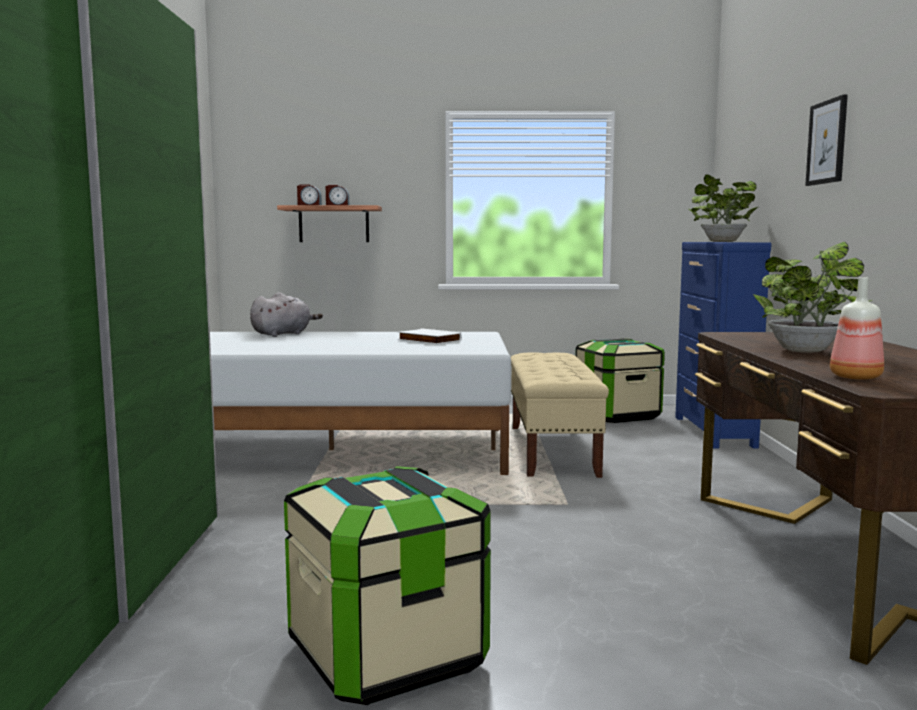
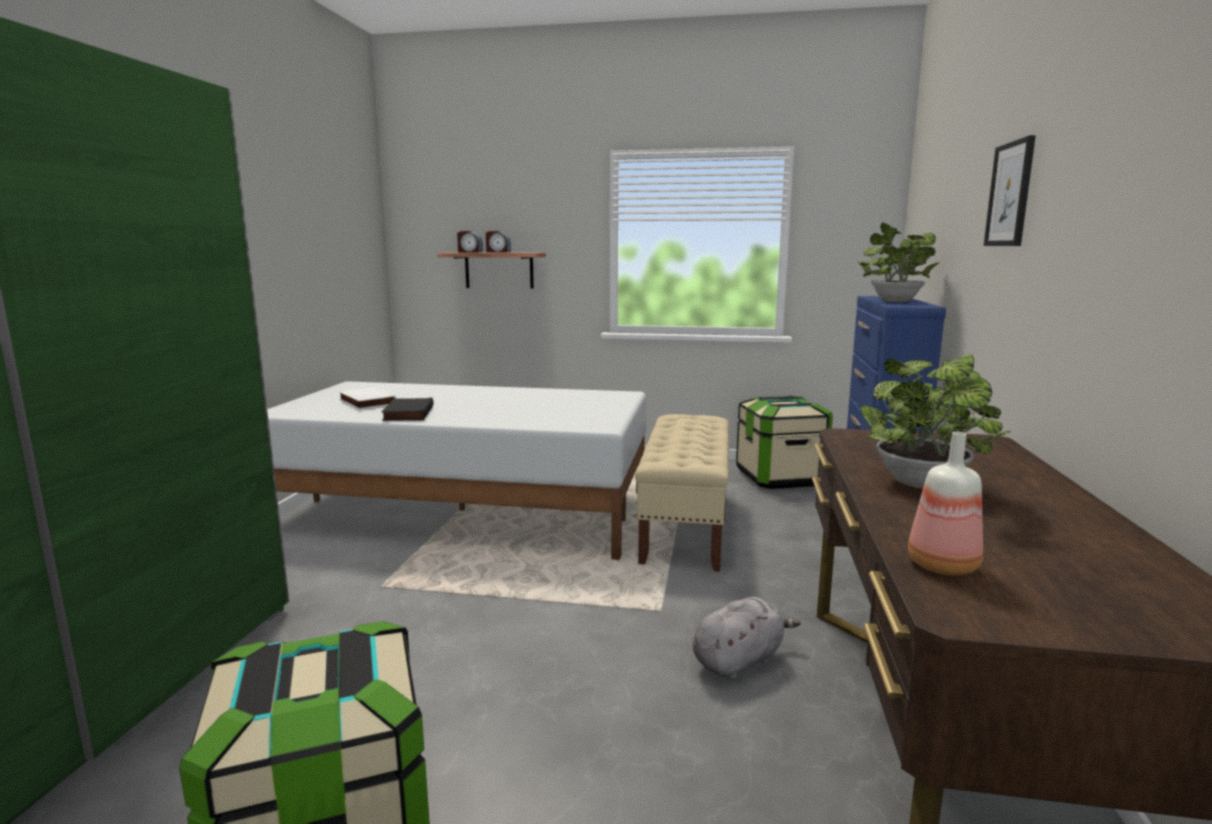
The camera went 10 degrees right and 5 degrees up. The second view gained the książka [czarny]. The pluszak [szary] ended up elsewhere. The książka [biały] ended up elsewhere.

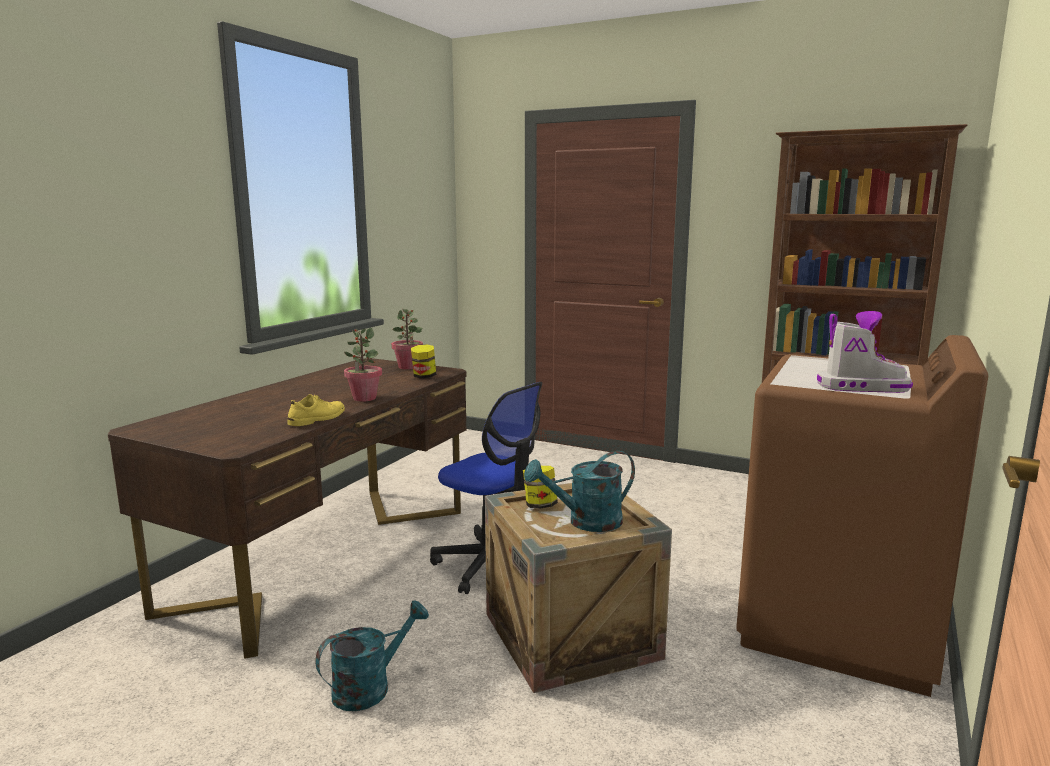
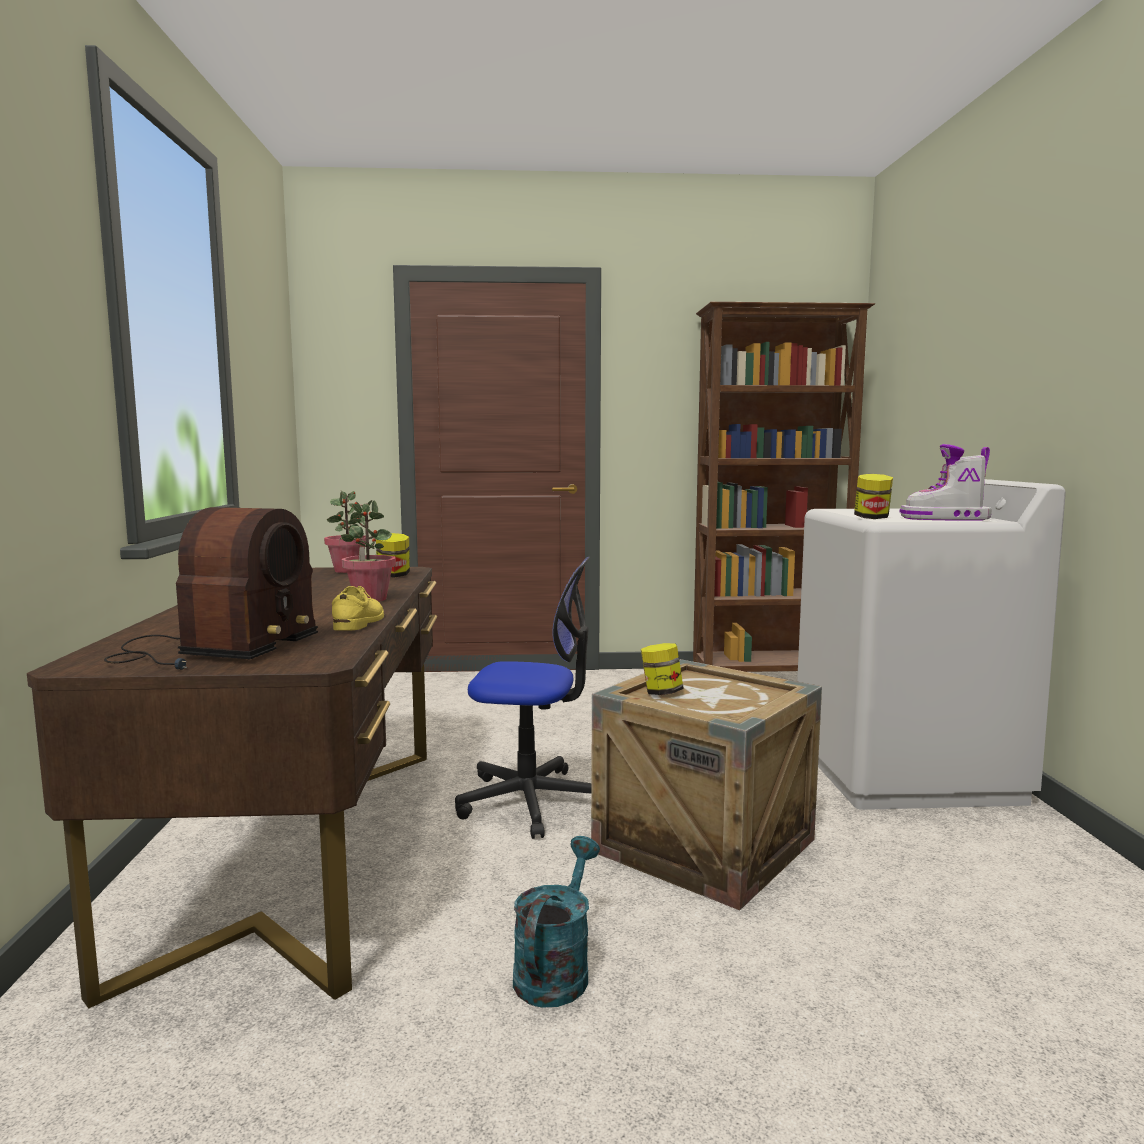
The camera went 30 degrees left and 5 degrees down. The second view lost the konewka [turkusowy] (2nd from left). The second view gained the radio. The second view gained the słoik (3rd from left). What was the pralka [brązowy] turned into the pralka [biały]. The but z cholewką ended up facing another way, 150 degrees counterclockwise from before.

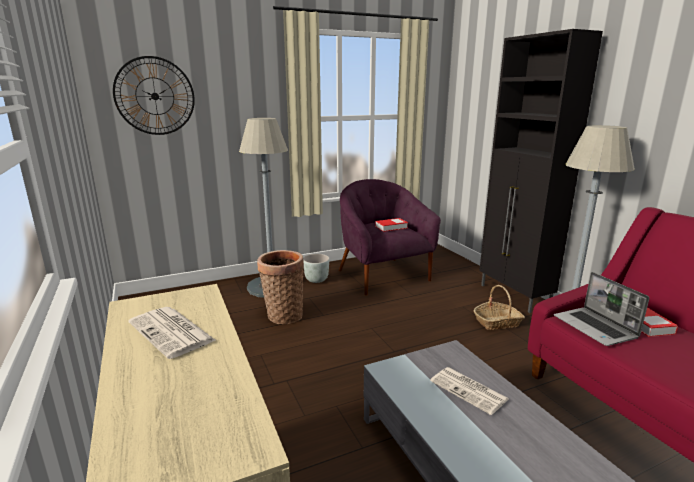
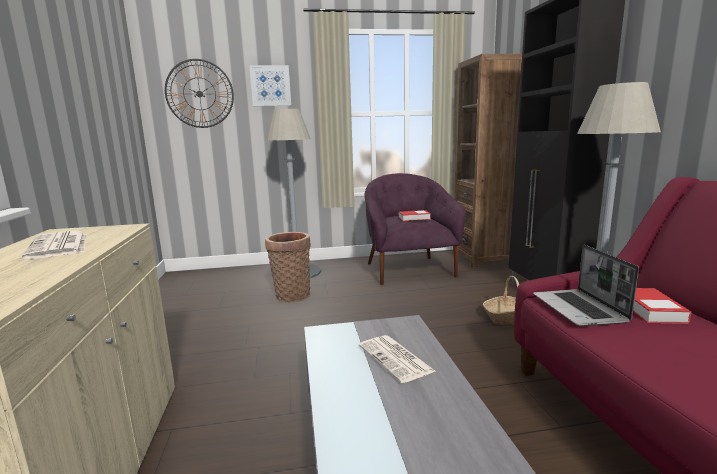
The camera went 15 degrees right and 5 degrees down. The second view lost the donica [szary]. The second view gained the obraz. The second view gained the regał [brązowy].

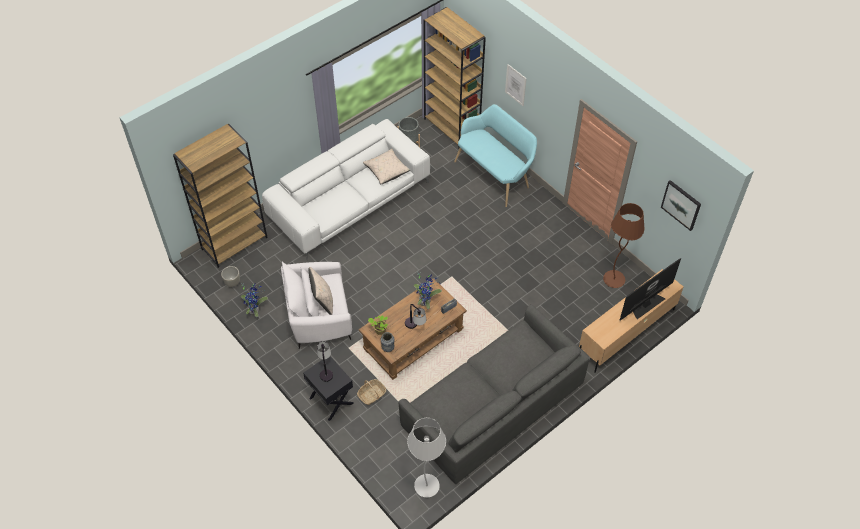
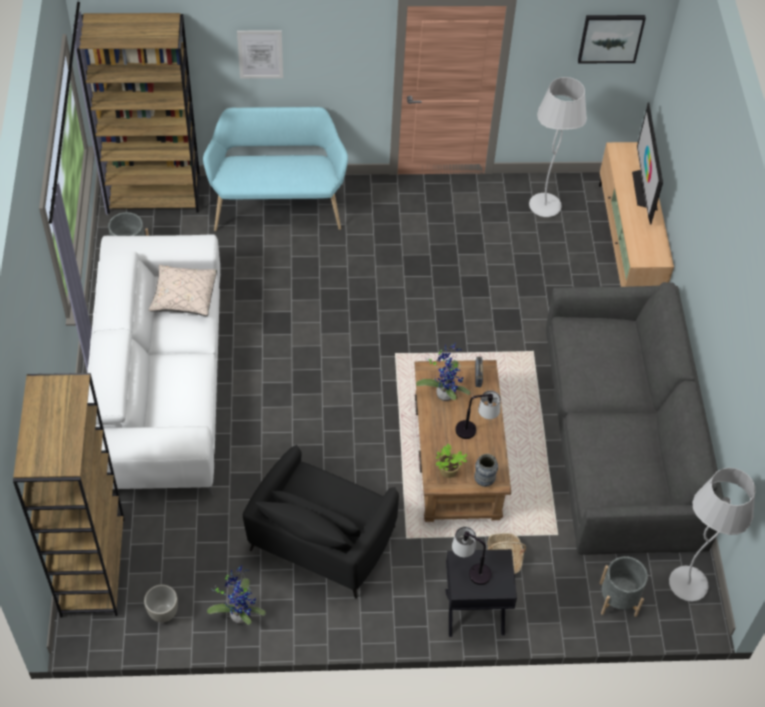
The camera went 55 degrees left and 0 degrees up. The second view lost the poduszka [beżowy] (1st from left). The second view gained the donica [szary] (3rd from left). What was the fotel [biały] turned into the fotel [czarny]. What was the lampa stojąca [brązowy] turned into the lampa stojąca [biały] (1st from left).

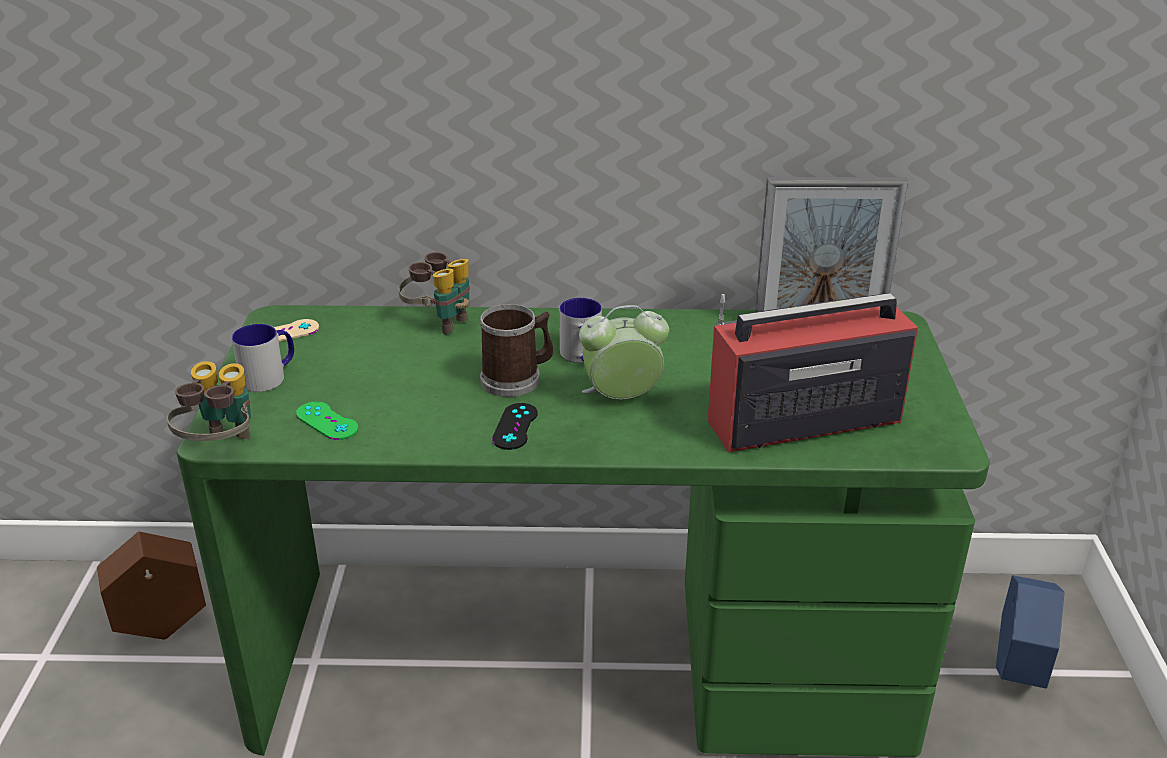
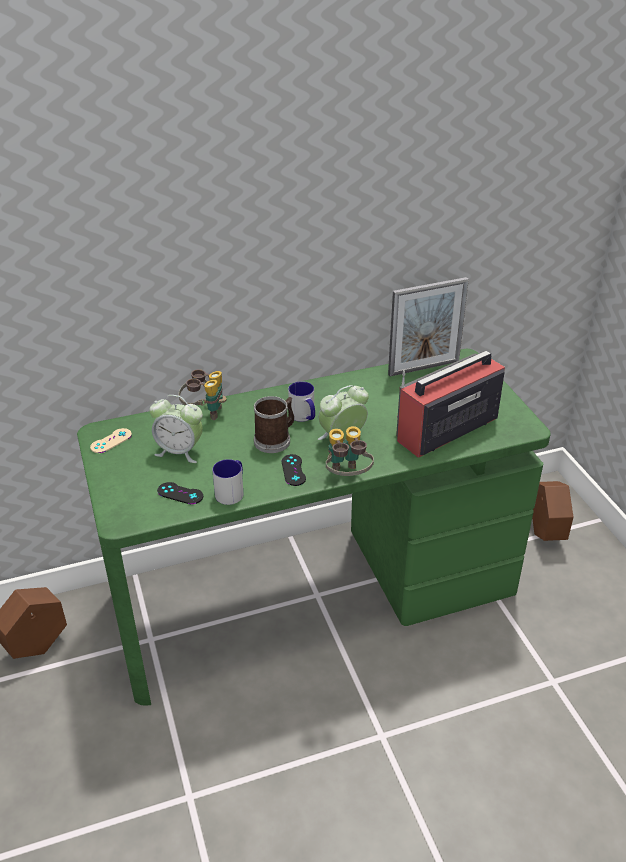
The camera went 20 degrees left and 5 degrees up. The second view gained the budzik (1st from left). The lornetka (1st from left in the first image) ended up elsewhere. The kubek (1st from left) ended up elsewhere. What was the pad do gier [zielony] turned into the pad do gier [czarny] (1st from left). What was the donica [niebieski] turned into the donica [brązowy] (2nd from left).

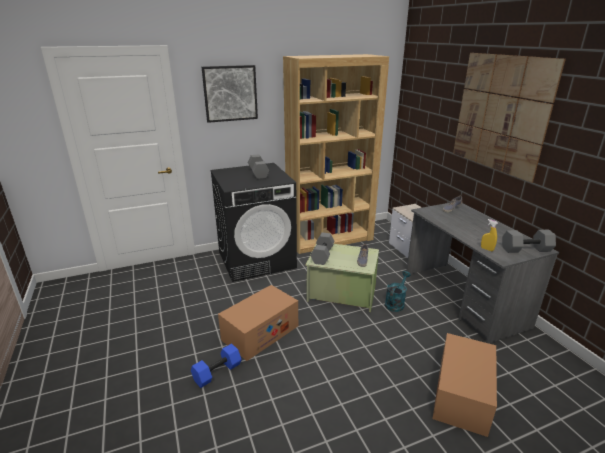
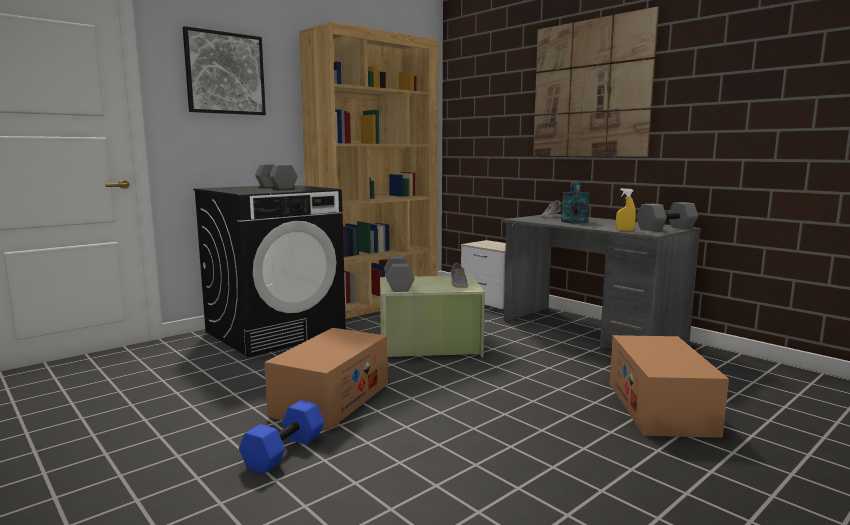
The camera went 20 degrees left and 15 degrees down. The konewka [turkusowy] ended up elsewhere.

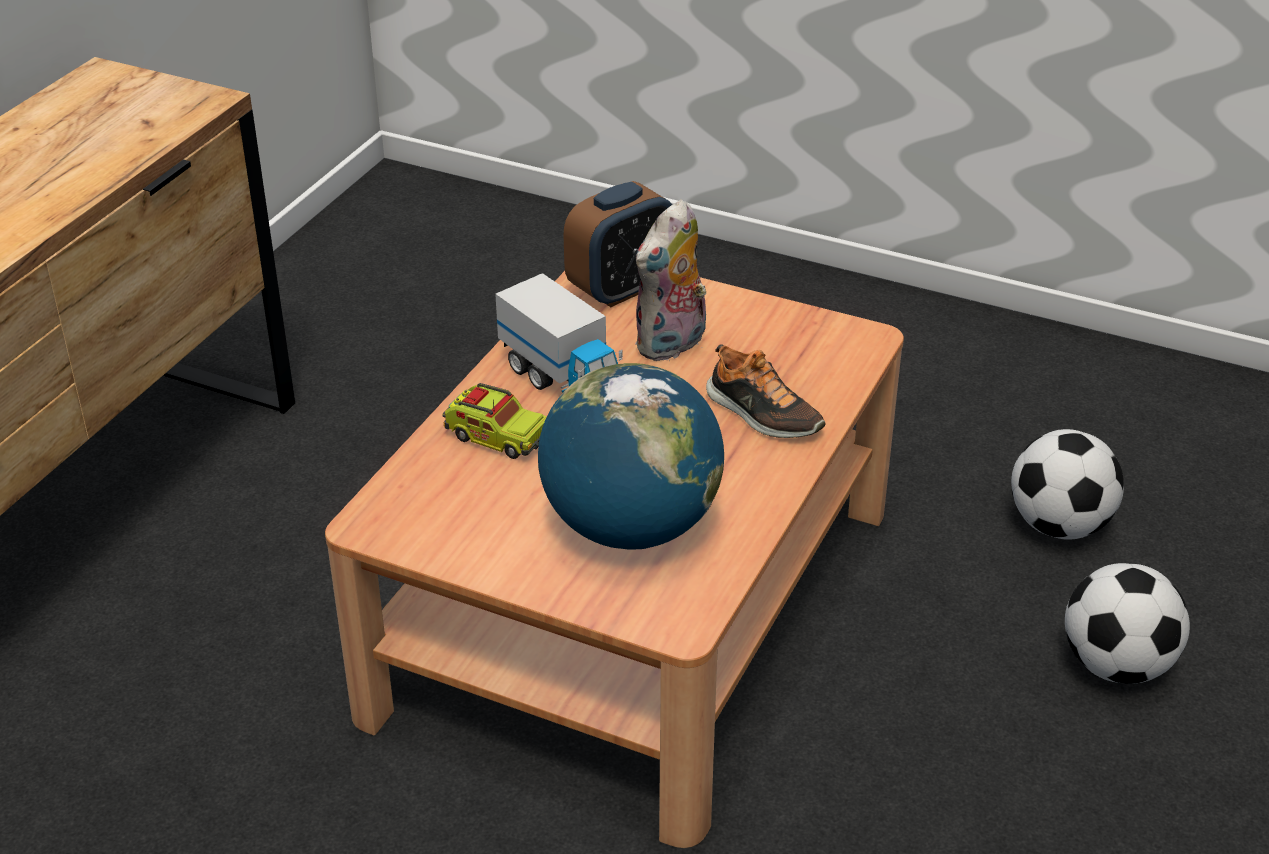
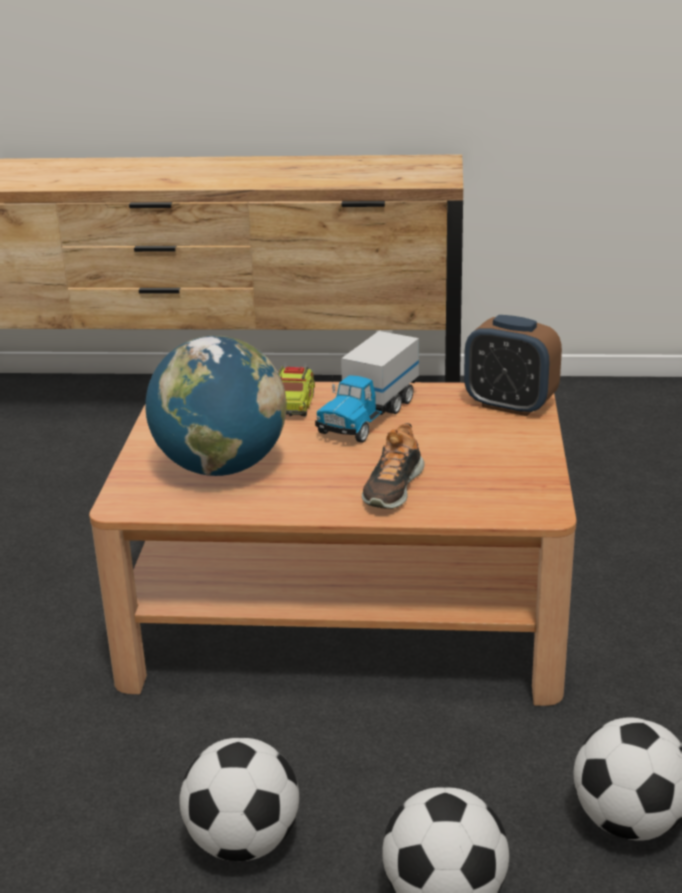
The camera went 70 degrees right and 10 degrees down. The second view lost the pluszak. The second view gained the piłka futbolowa (1st from left).

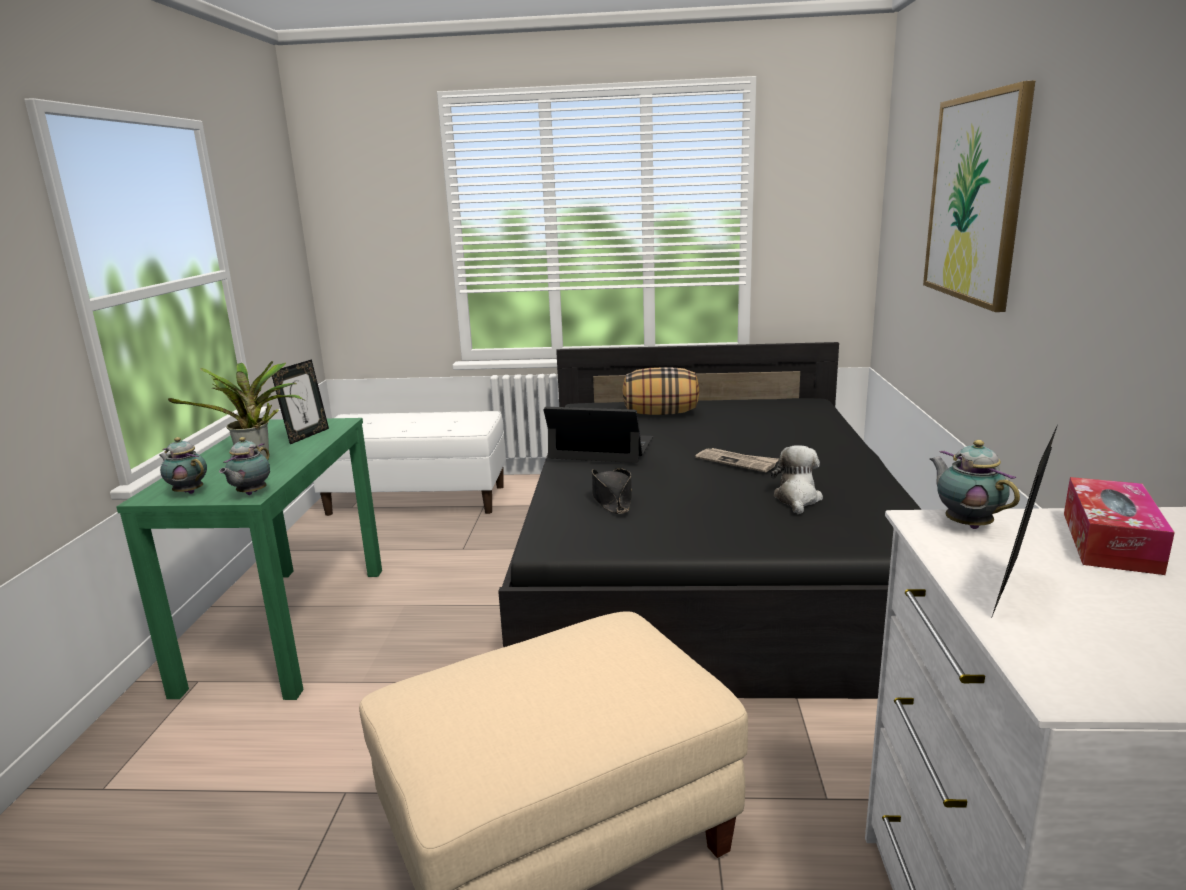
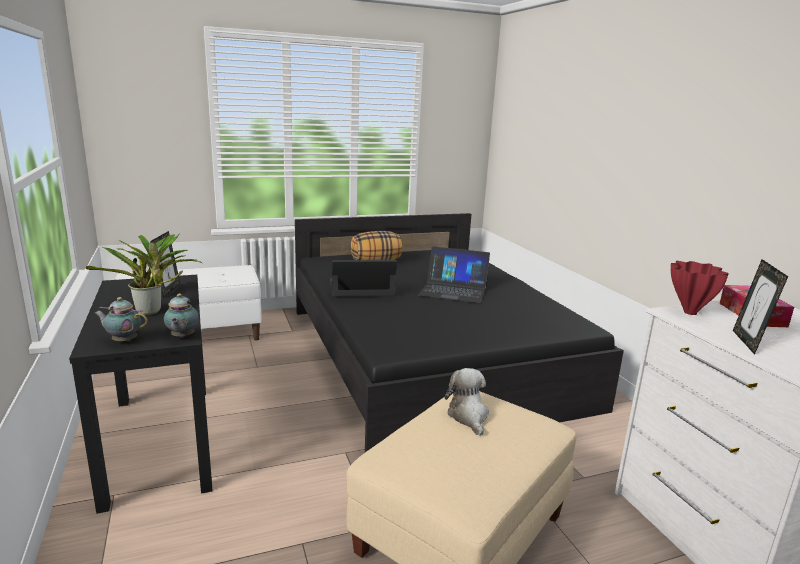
The camera went 25 degrees left and 0 degrees up. The second view lost the kapelusz [czarny]. The second view lost the obraz. The pluszak ended up elsewhere. Where the gazeta stood, the laptop (2nd from left) came to stand. Where the imbryk (3rd from left) stood, the wazon [czerwony] came to stand. What was the stolik konsolowy [zielony] turned into the stolik konsolowy [czarny].

